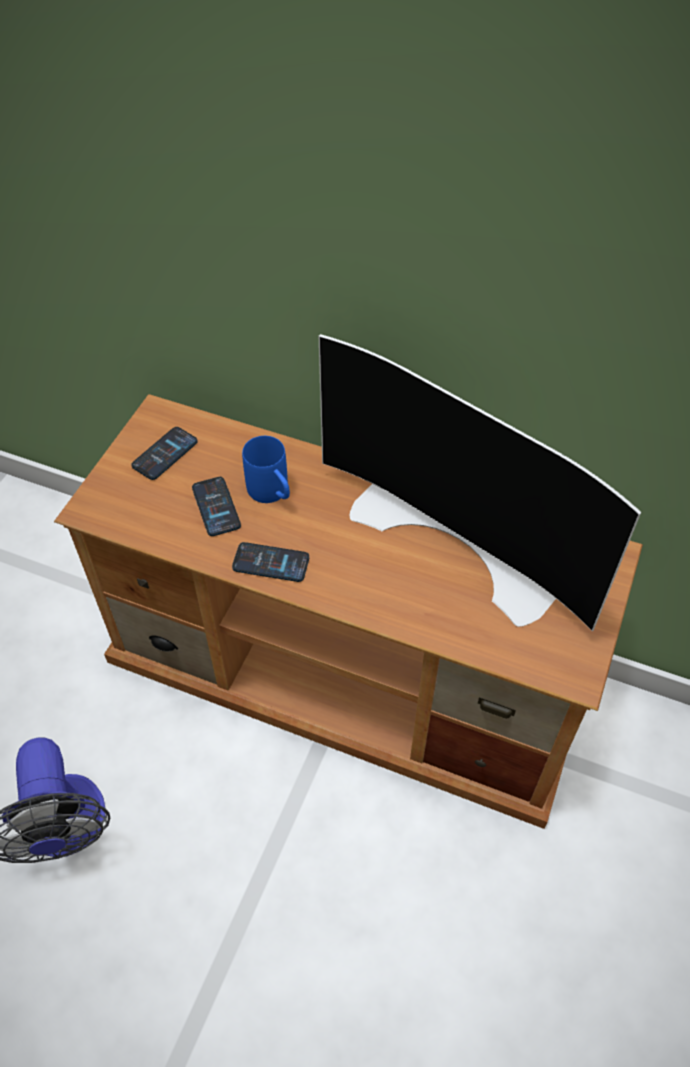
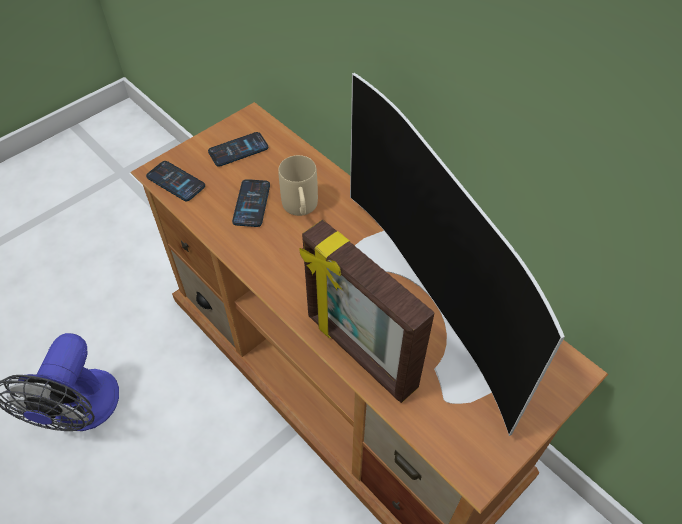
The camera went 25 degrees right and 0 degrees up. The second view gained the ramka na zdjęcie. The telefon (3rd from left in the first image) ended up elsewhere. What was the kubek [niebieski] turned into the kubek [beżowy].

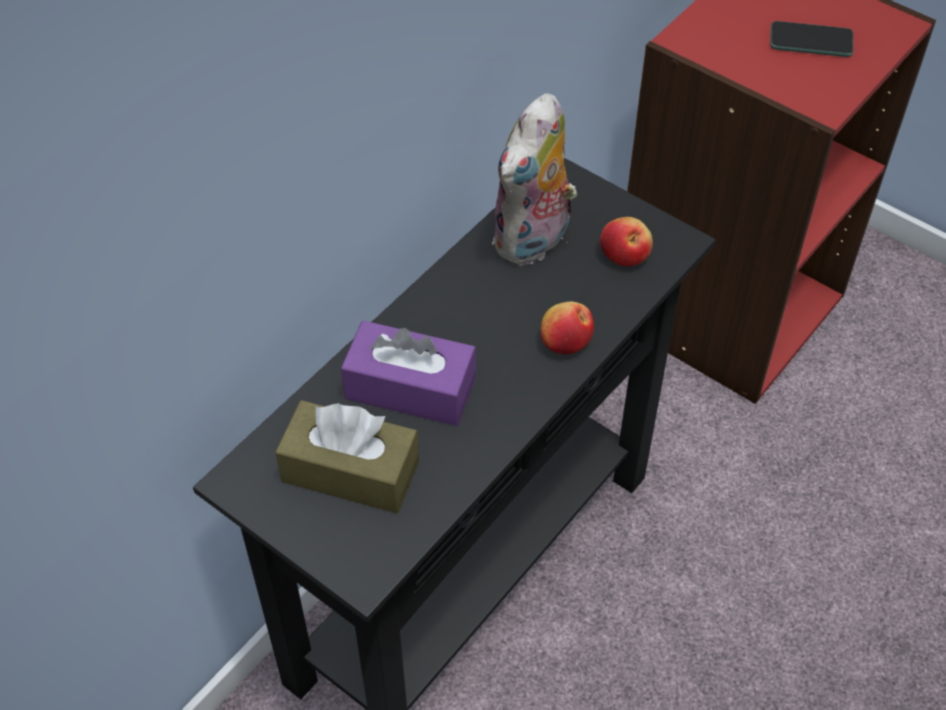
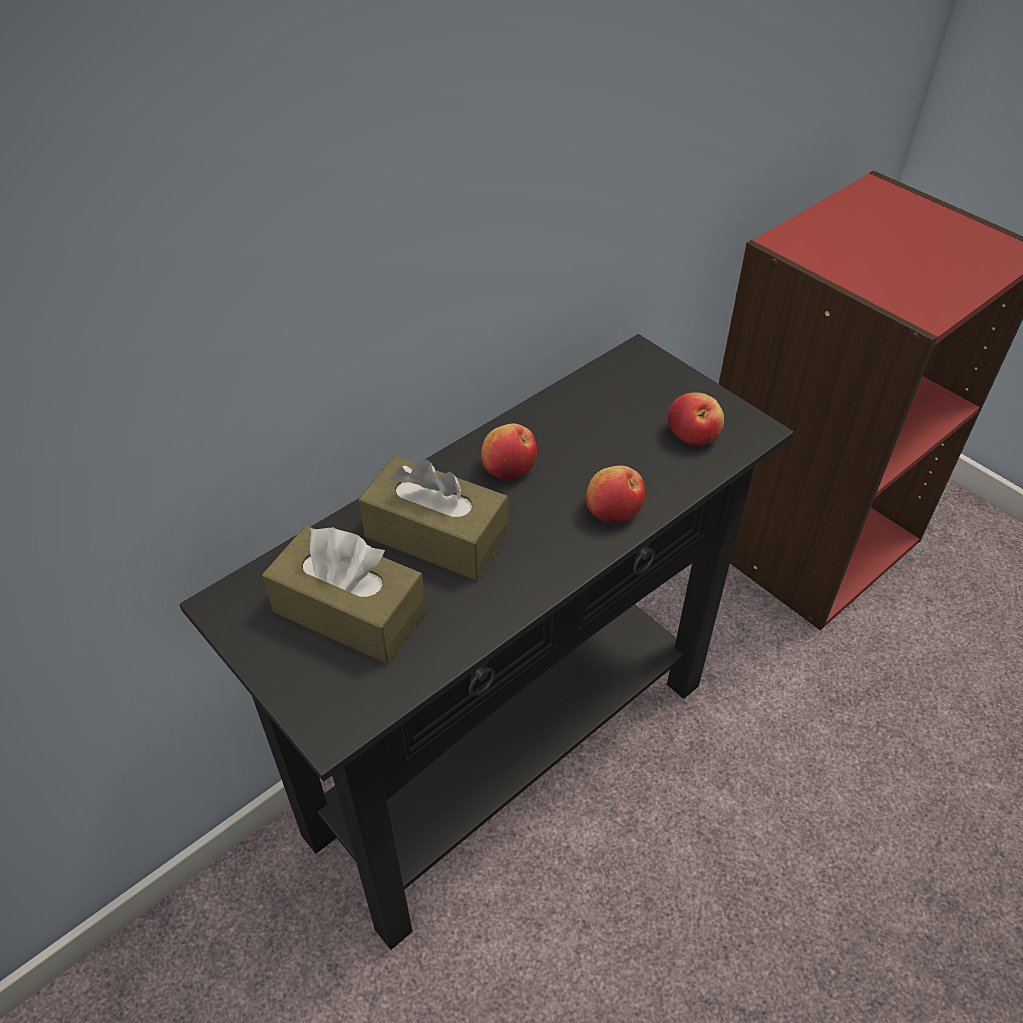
The camera went 10 degrees right and 5 degrees down. The second view lost the pluszak. The second view lost the telefon. The second view gained the jabłko (1st from left). What was the pudełko chusteczek [fioletowy] turned into the pudełko chusteczek [brązowy] (2nd from left).

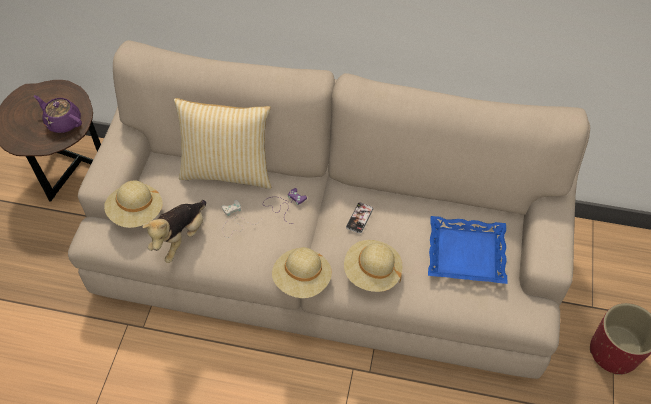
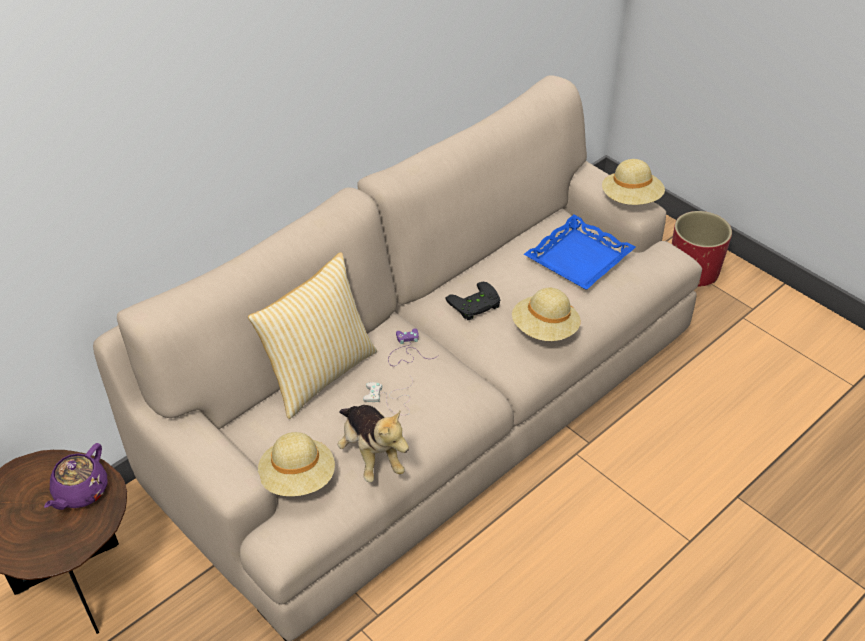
The camera went 55 degrees left and 10 degrees down. The kapelusz [beżowy] (2nd from left in the first image) ended up elsewhere. Where the telefon stood, the pad do gier [czarny] came to stand. The imbryk [fioletowy] ended up facing another way, 45 degrees counterclockwise from before.

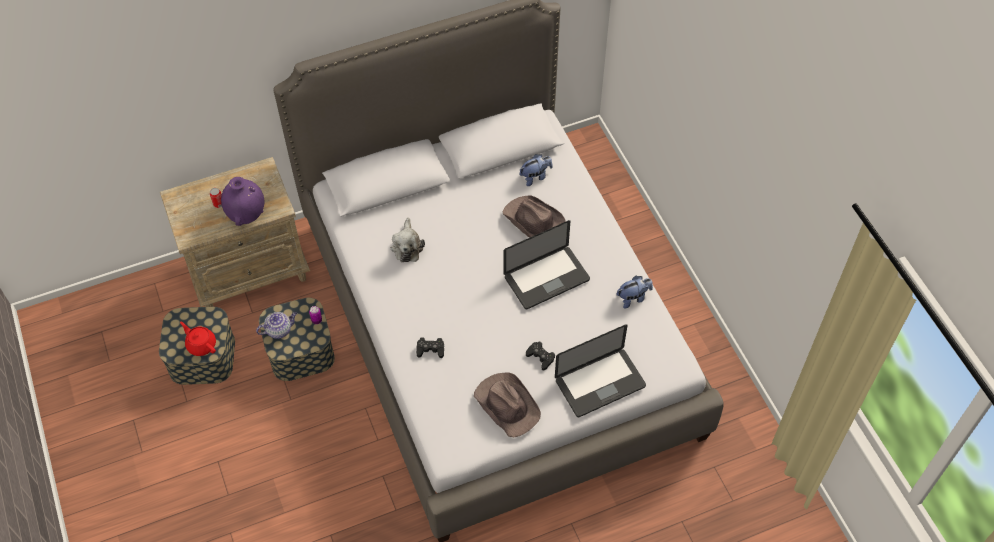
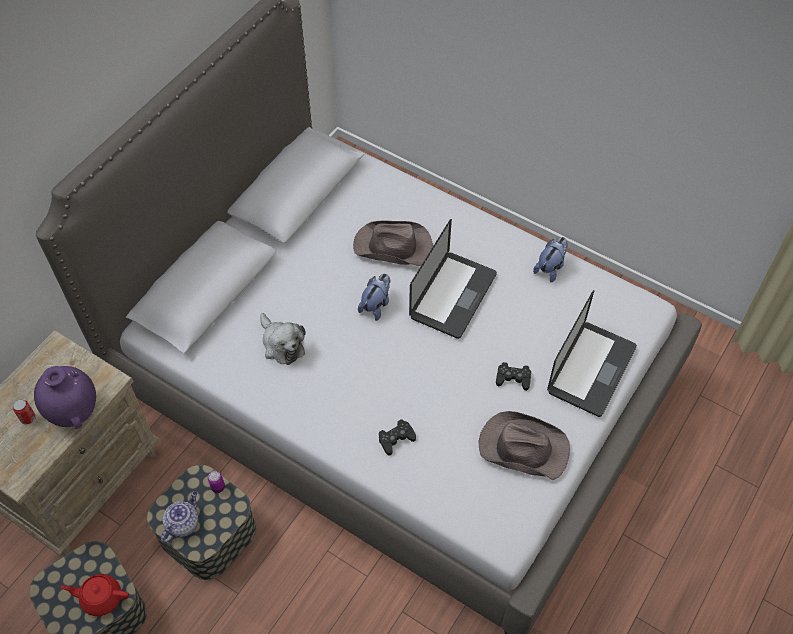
The camera went 35 degrees left and 0 degrees up. The pluszak (2nd from left) ended up elsewhere.

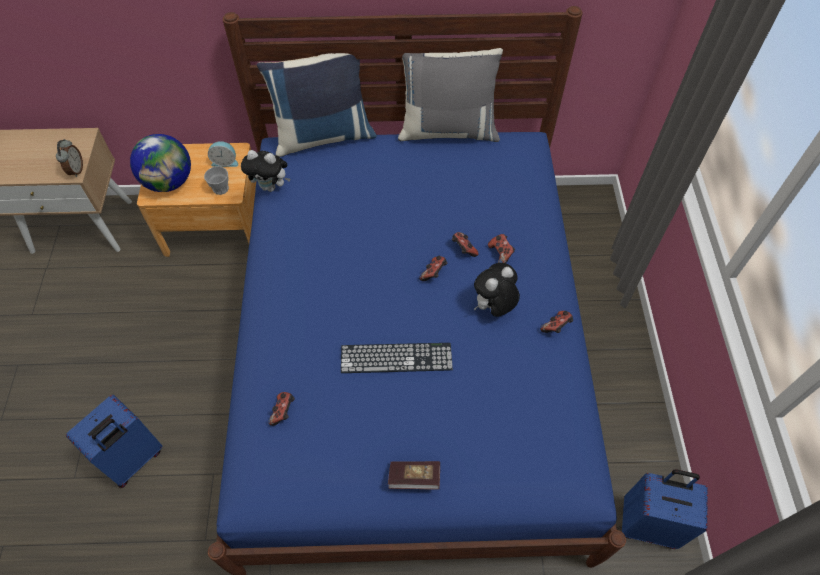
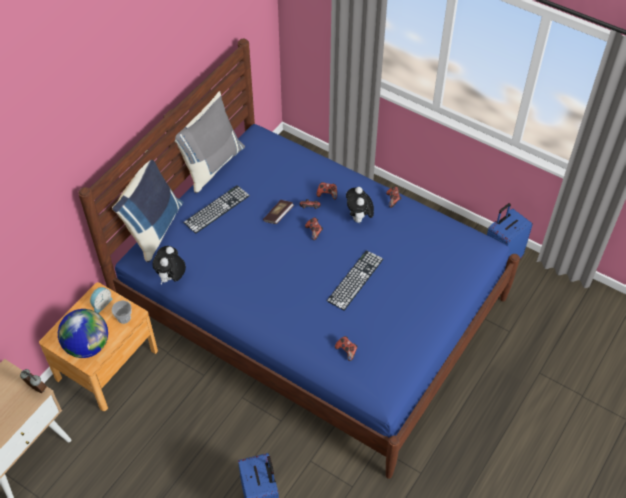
The camera went 55 degrees left and 5 degrees down. The second view gained the klawiatura (1st from left). The książka ended up elsewhere. The pluszak (1st from left) ended up facing another way, 150 degrees clockwise from before.

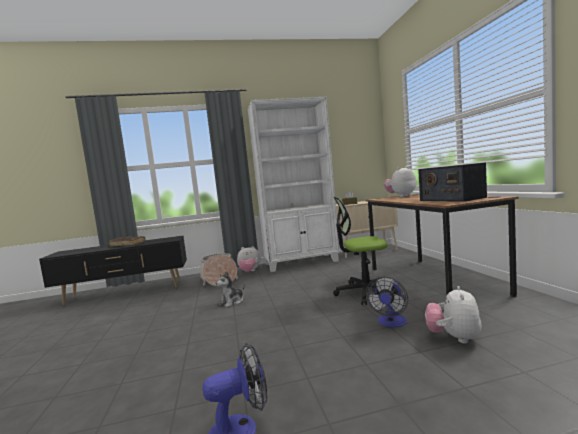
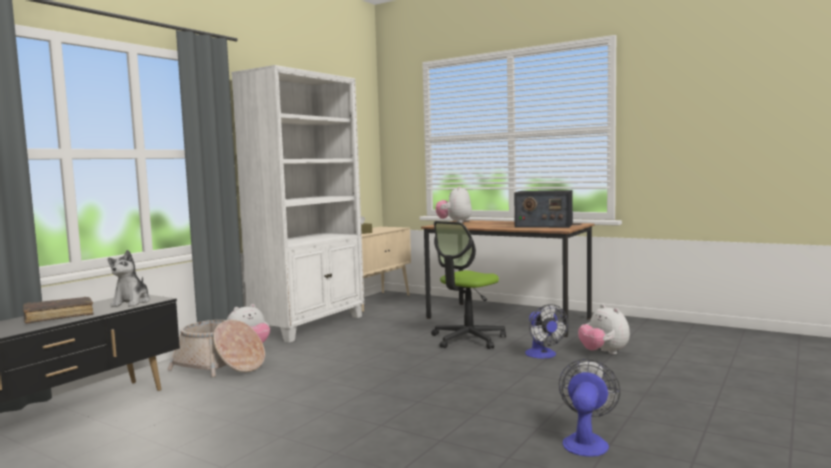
The camera went 45 degrees left and 0 degrees up. The pluszak (1st from left) ended up elsewhere.

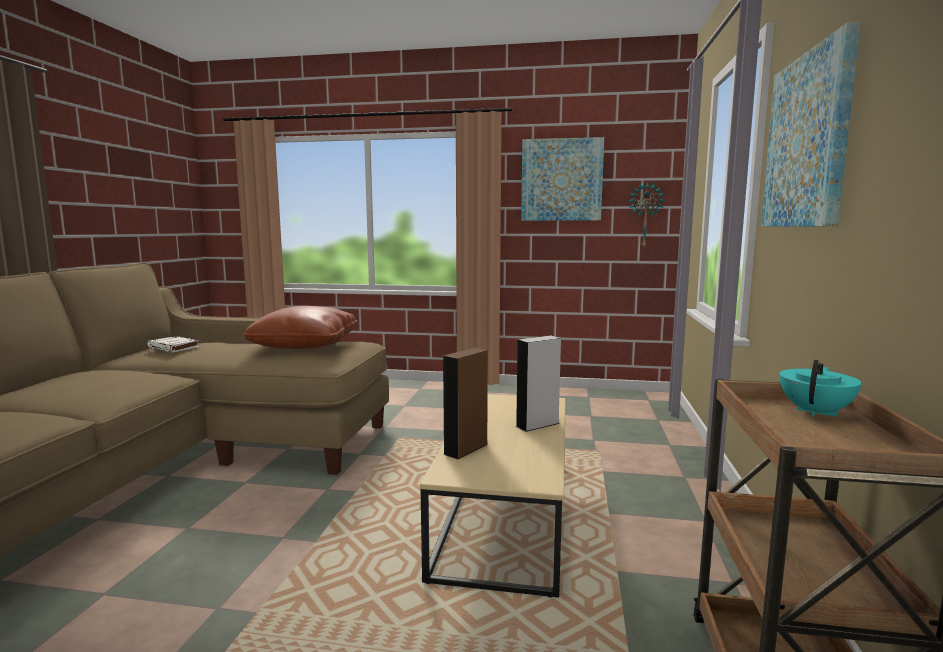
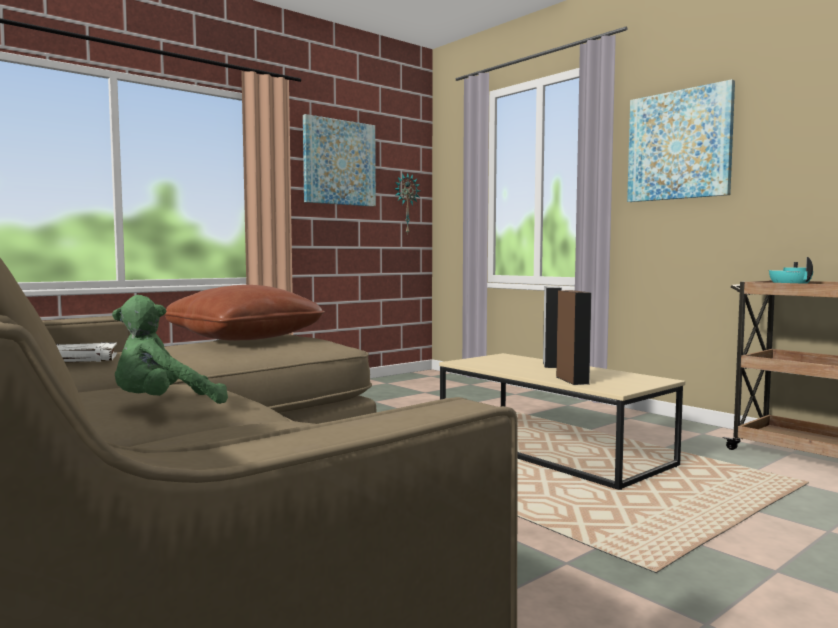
The camera went 50 degrees left and 5 degrees down. The second view gained the pluszak [zielony].

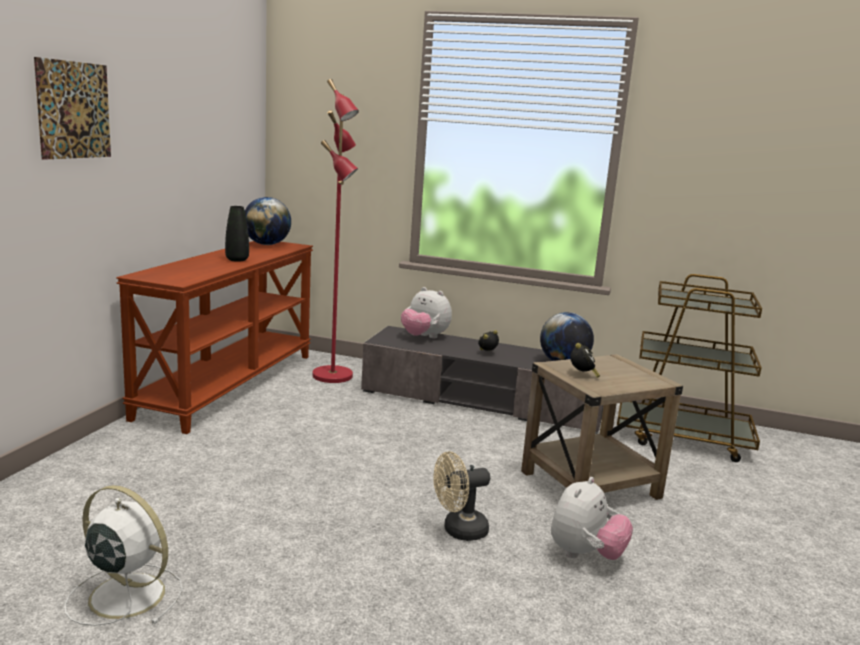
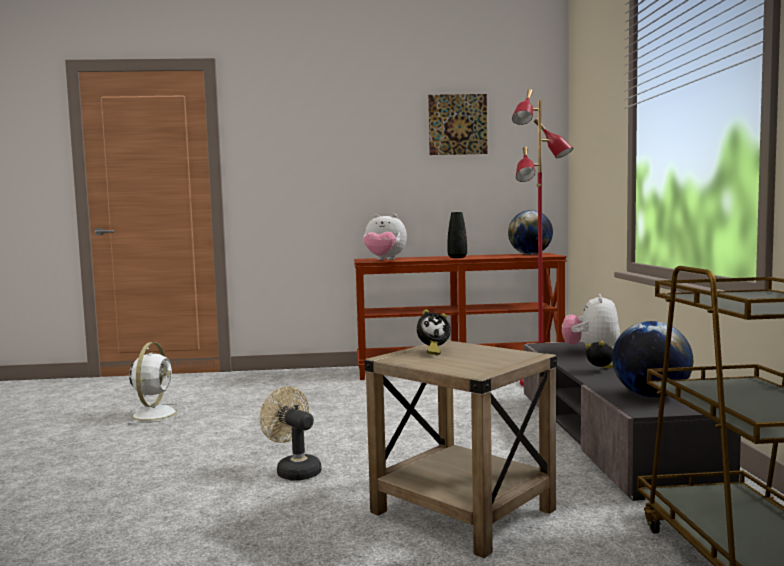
The camera went 70 degrees right and 10 degrees down. The obraz ended up elsewhere. The pluszak (2nd from left in the first image) ended up elsewhere.

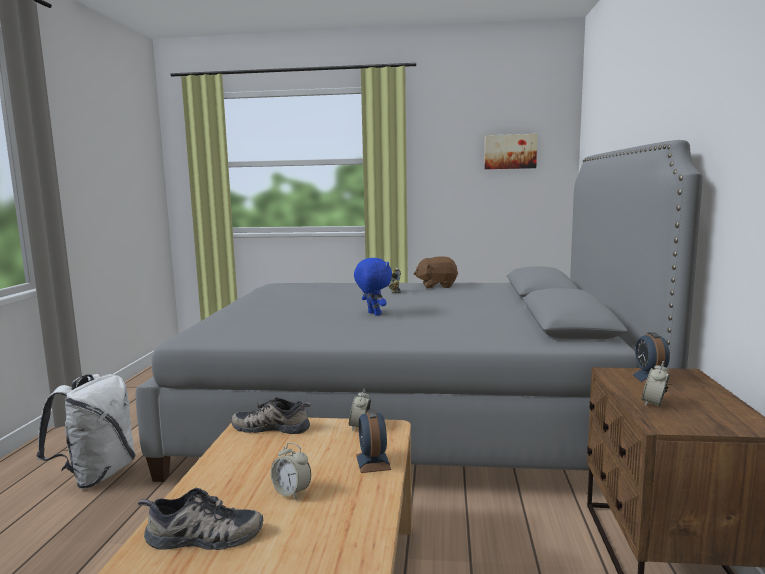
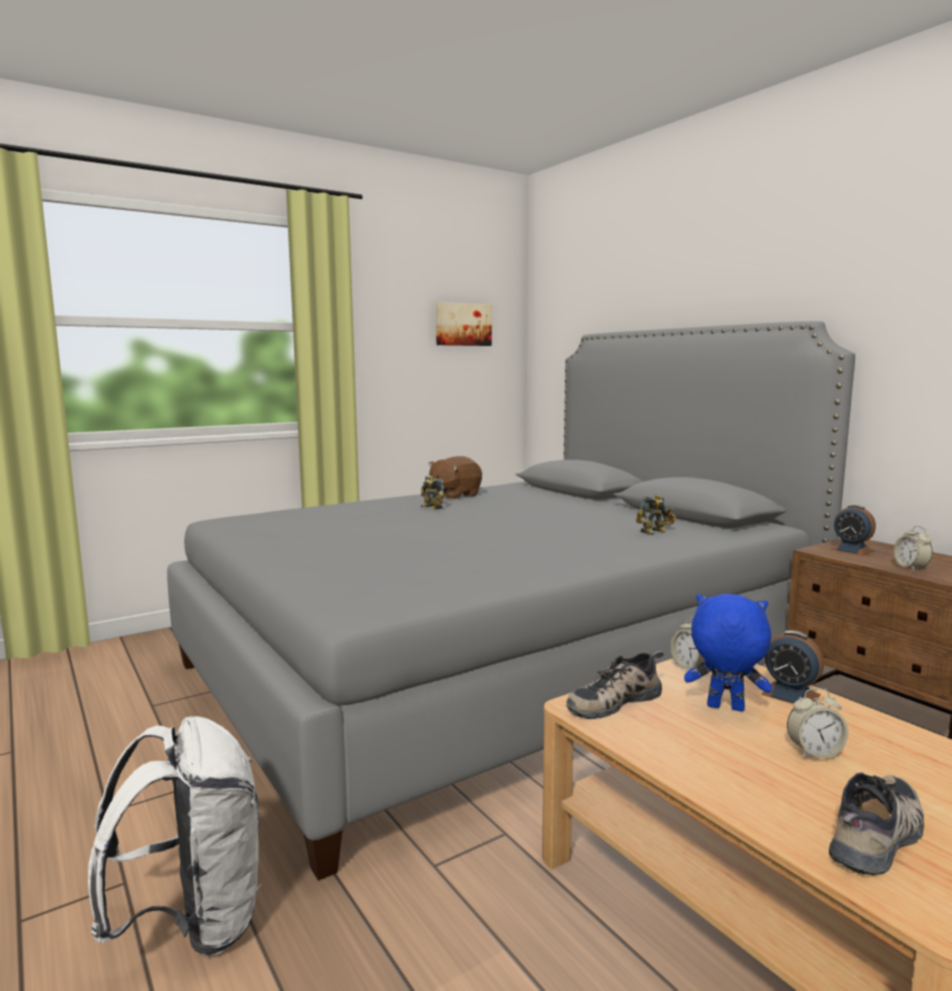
The camera went 40 degrees left and 0 degrees up. The second view gained the robot zabawkowy (2nd from left). The pluszak [niebieski] ended up elsewhere.

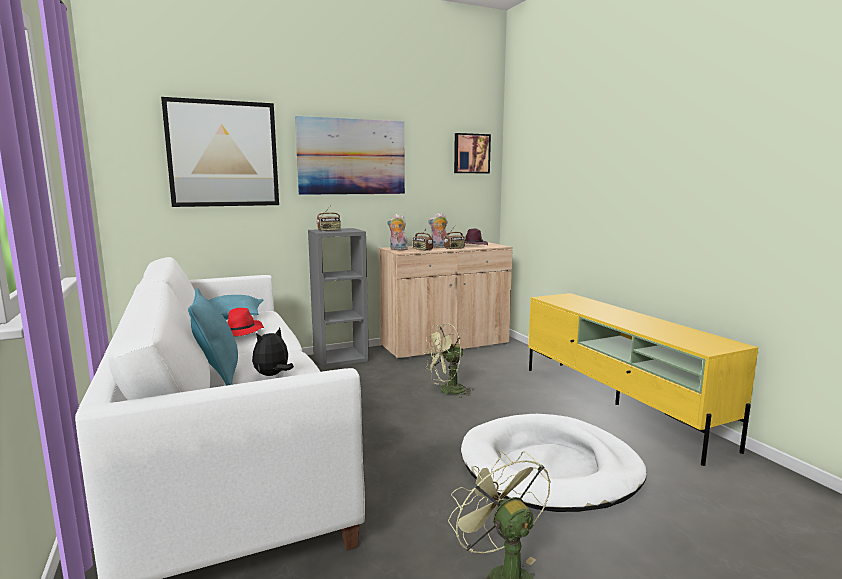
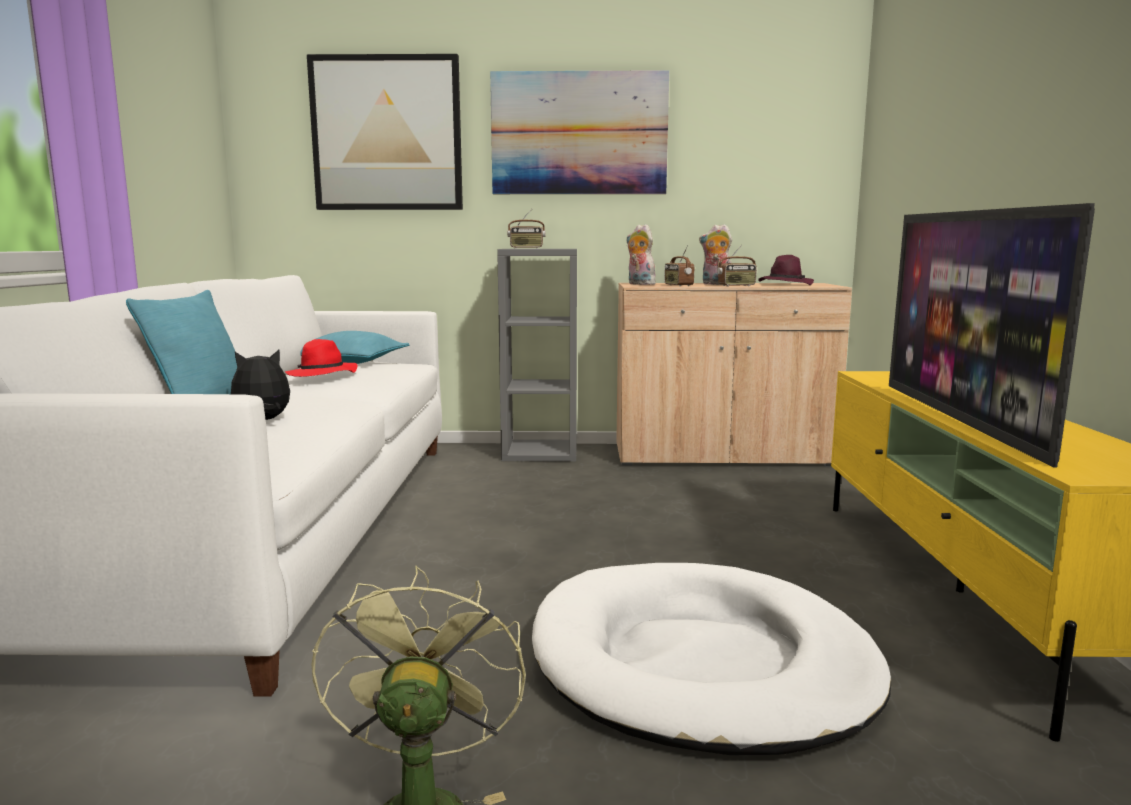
The camera went 25 degrees right and 0 degrees up. The second view lost the wentylator [zielony] (1st from left). The second view lost the obraz (3rd from left). The second view gained the telewizor.

